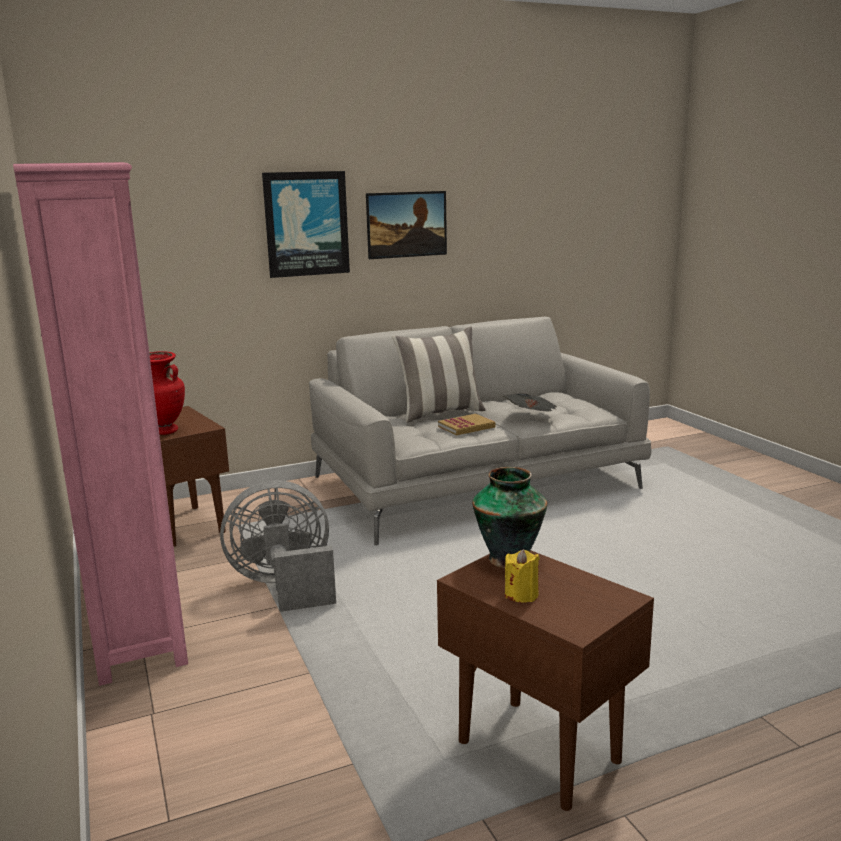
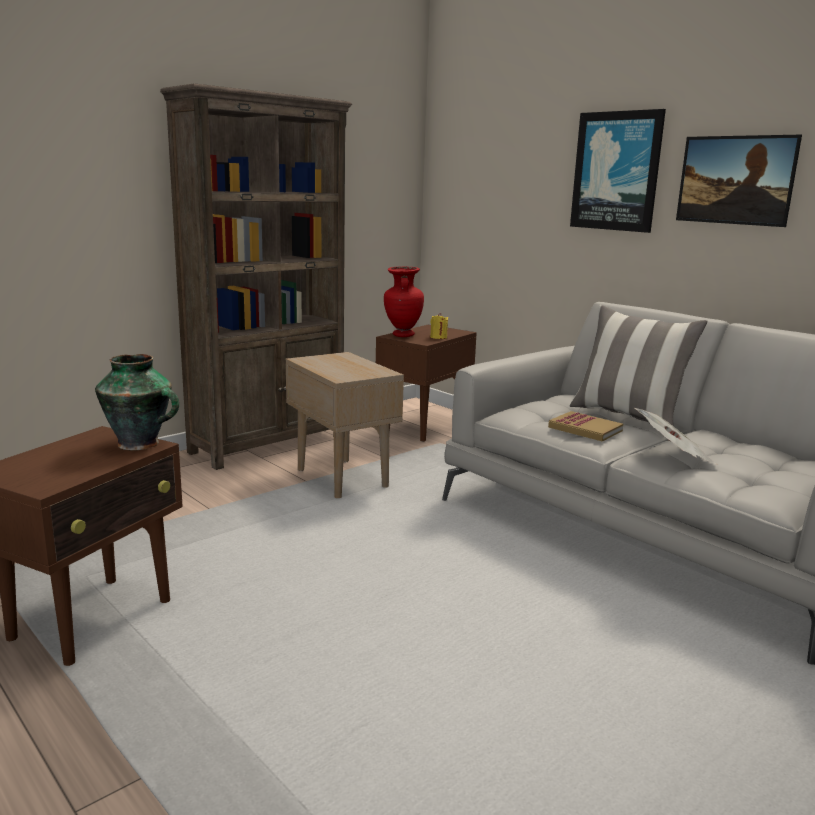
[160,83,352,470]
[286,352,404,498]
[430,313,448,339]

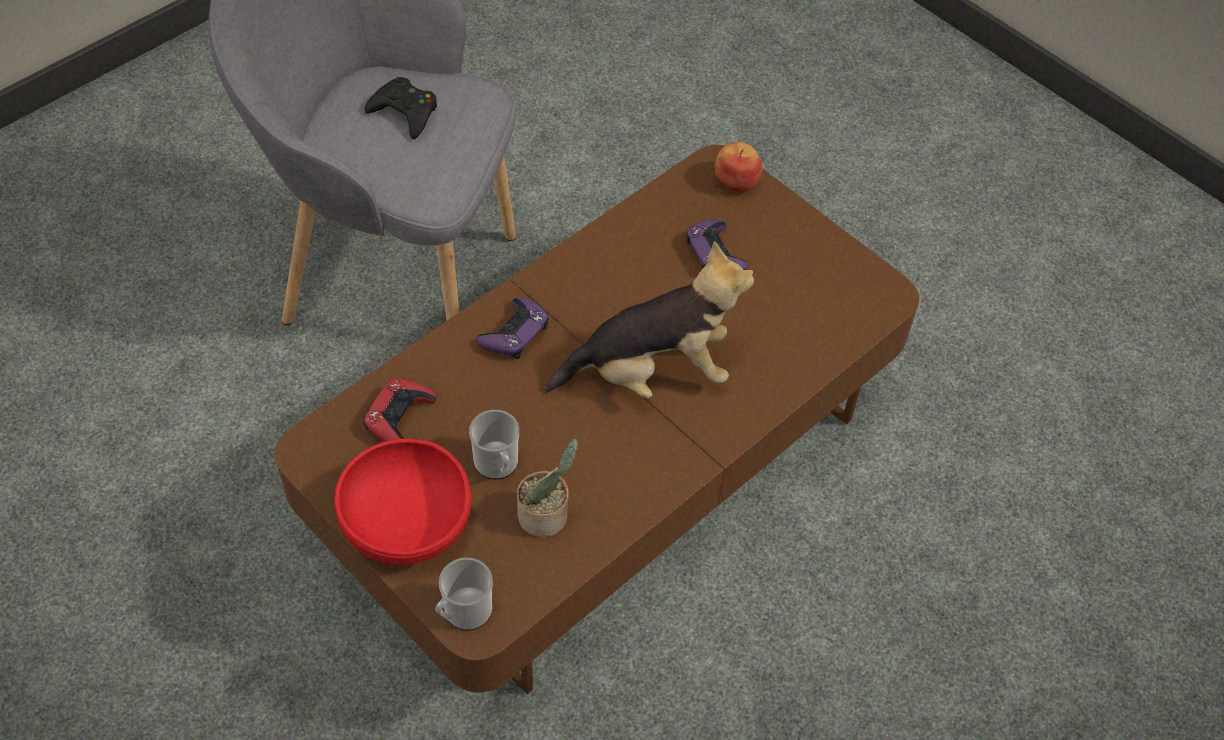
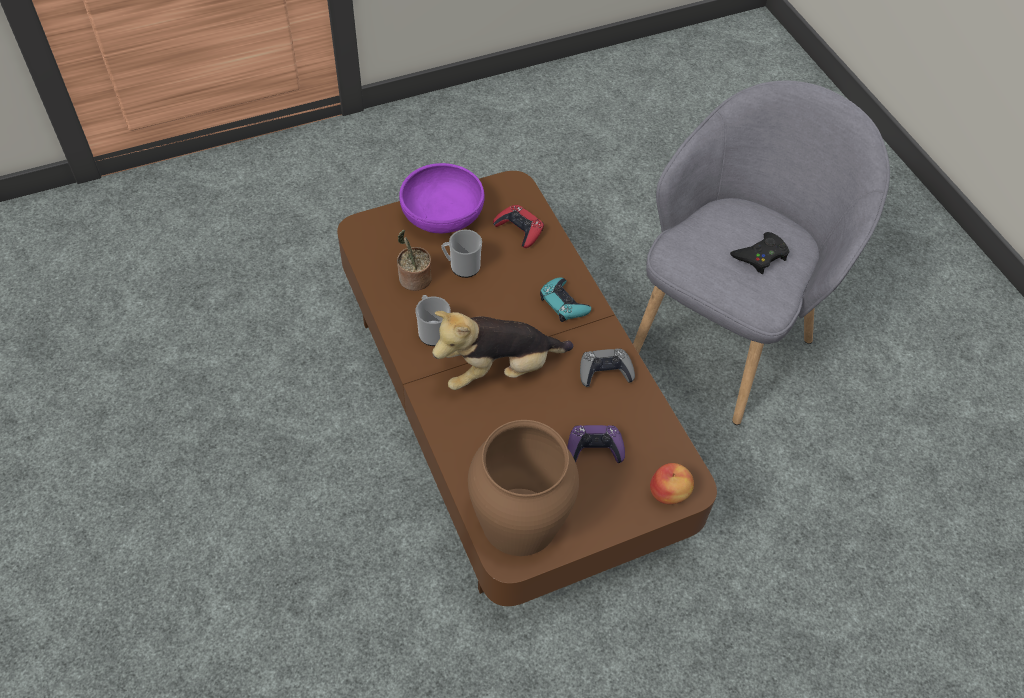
[399,163,485,233]
[416,295,450,346]
[540,277,591,322]
[432,311,573,390]
[468,420,579,556]
[580,349,635,387]

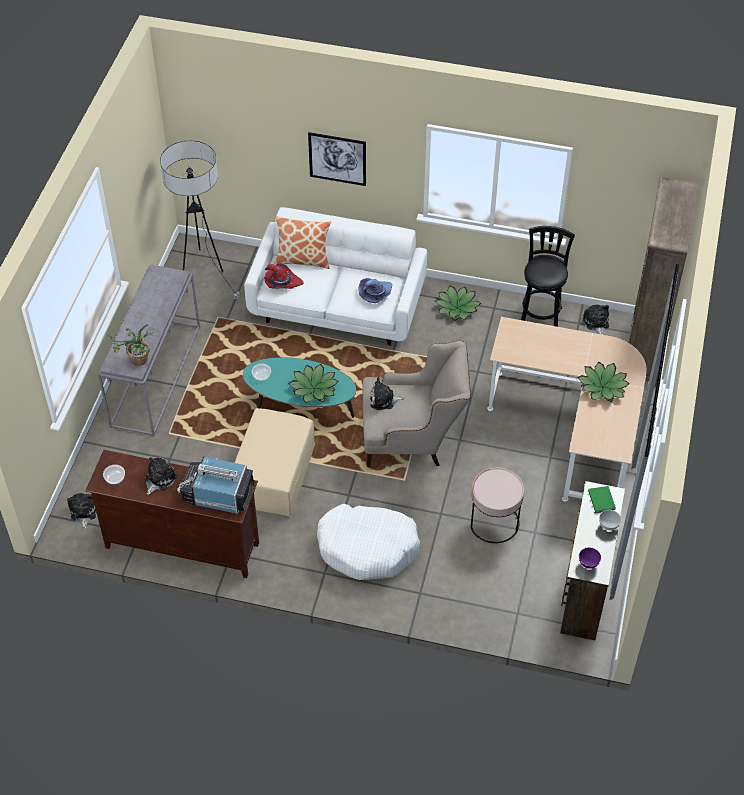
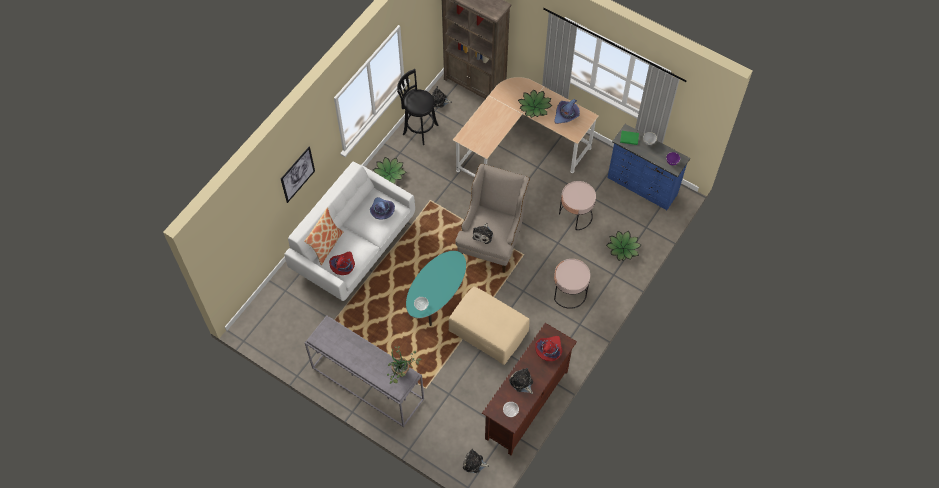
[160,141,241,299] (first image)
[535,336,562,361]
[606,231,641,261]
[554,259,590,309]
[607,124,690,210]
[554,99,580,124]

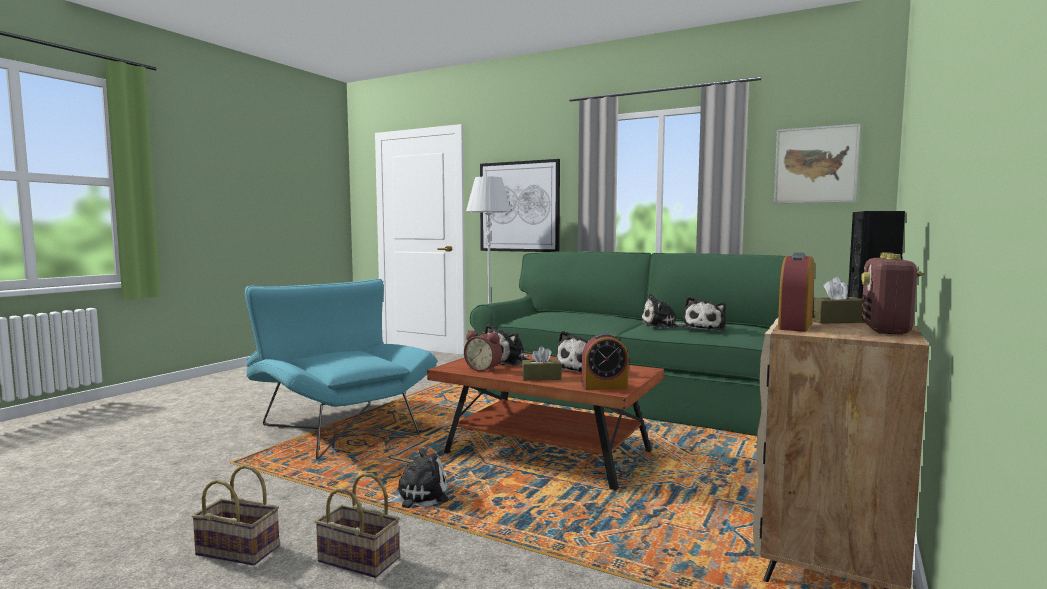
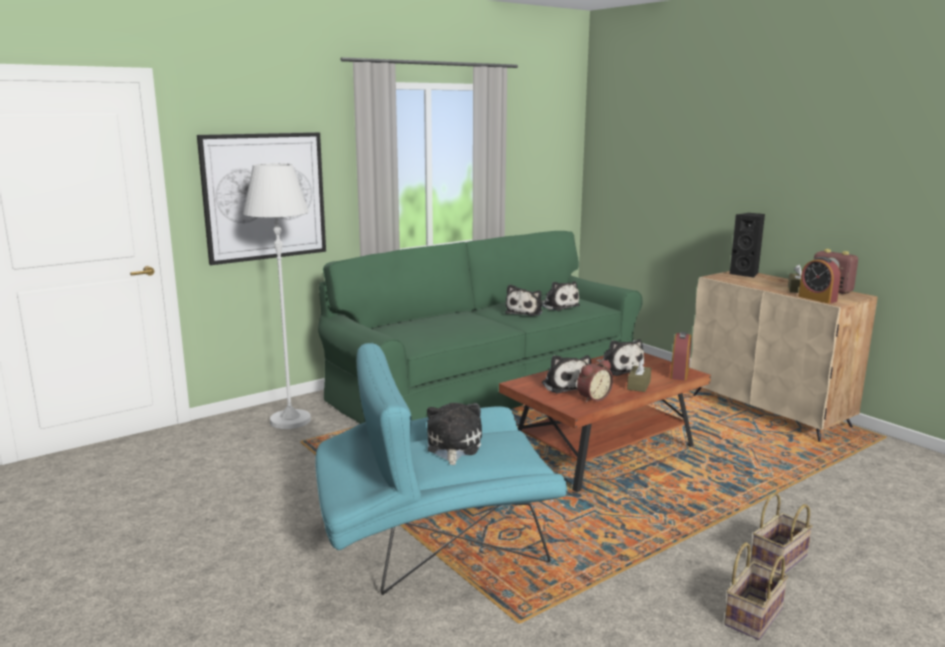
[427,403,482,465]
[774,124,860,203] (first image)

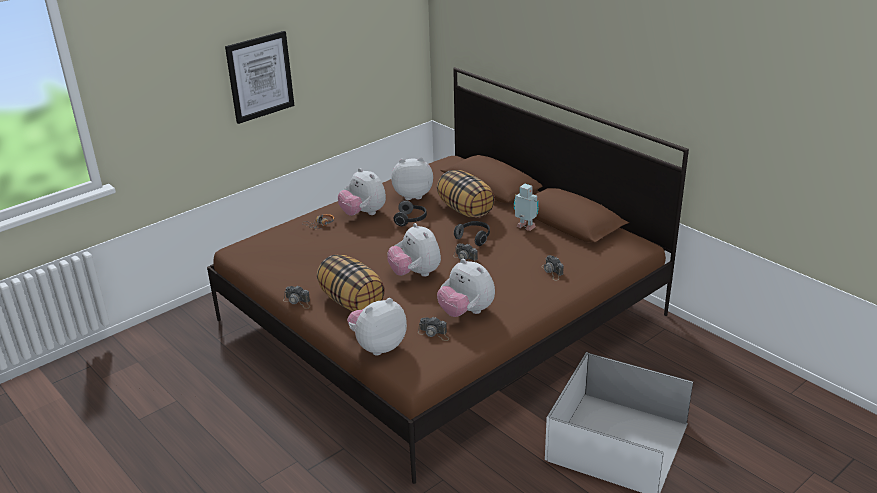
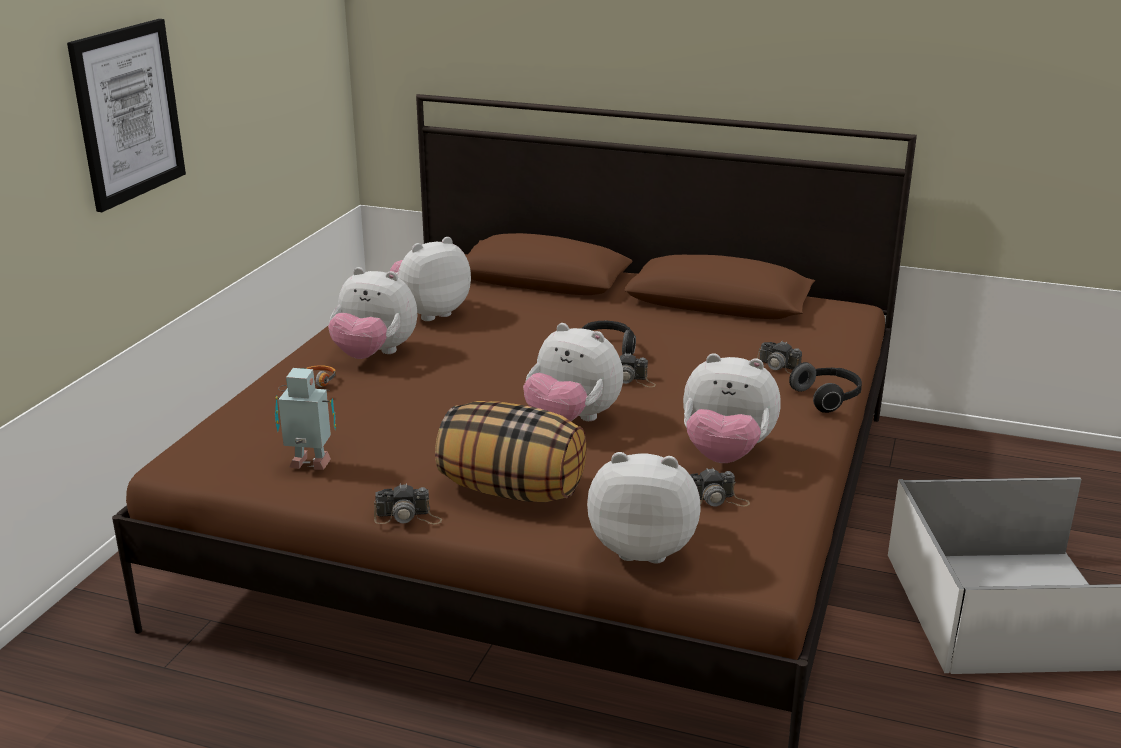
[587,452,701,563]
[789,362,862,413]
[437,170,495,218] (first image)
[275,368,336,470]

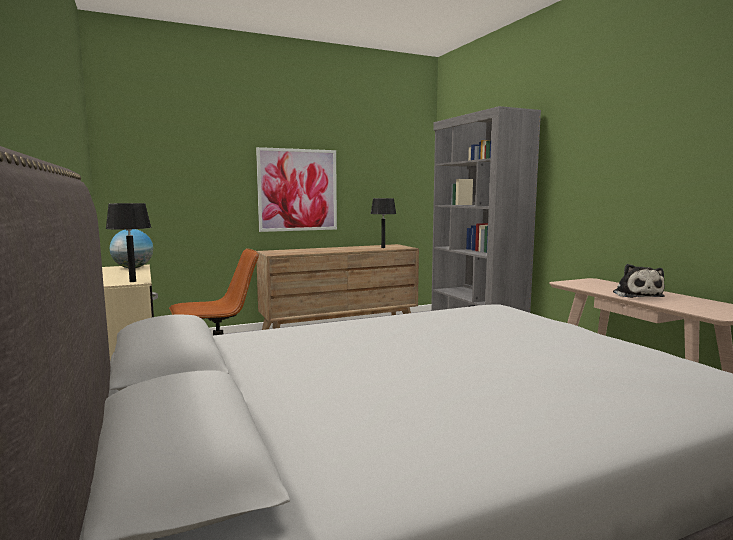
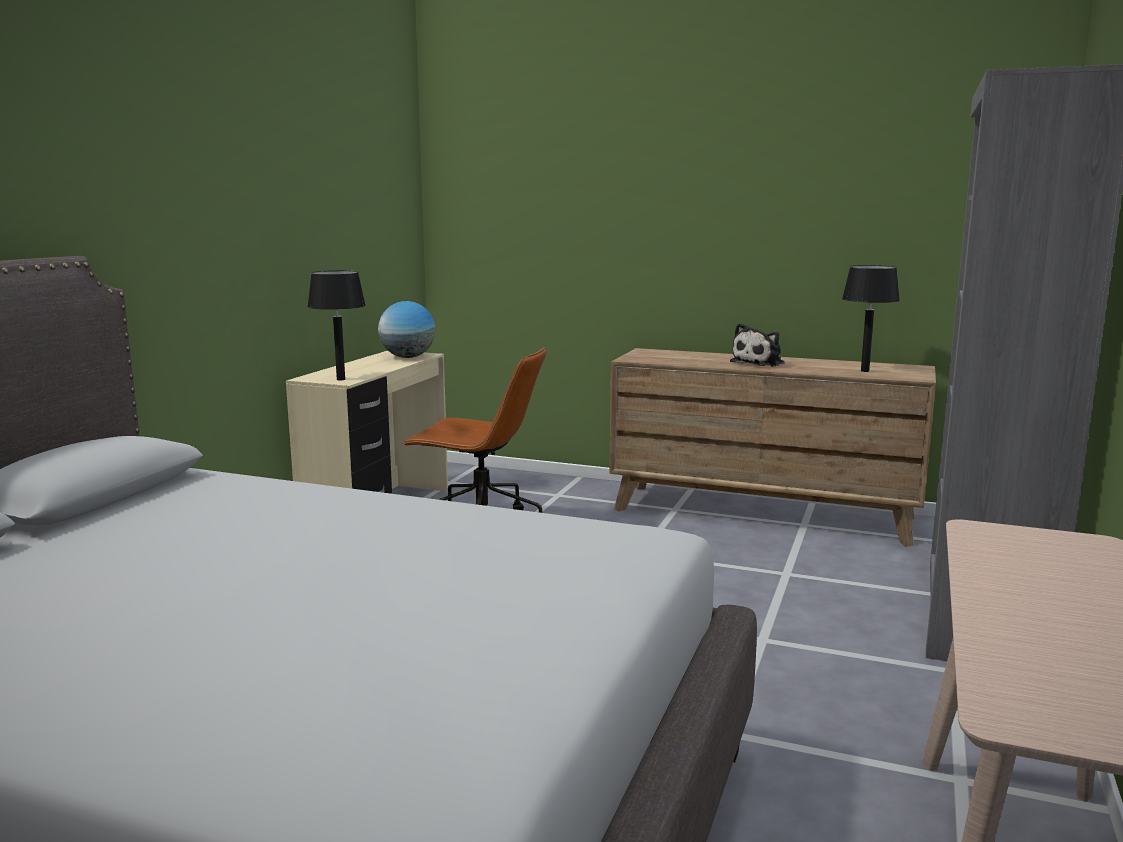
[256,147,337,232] (first image)
[730,323,785,367]

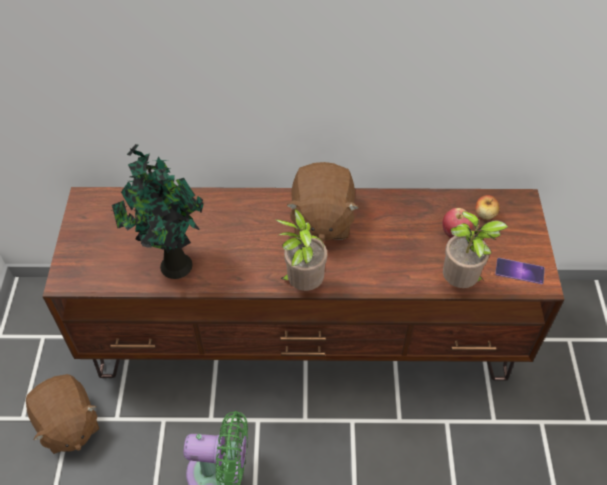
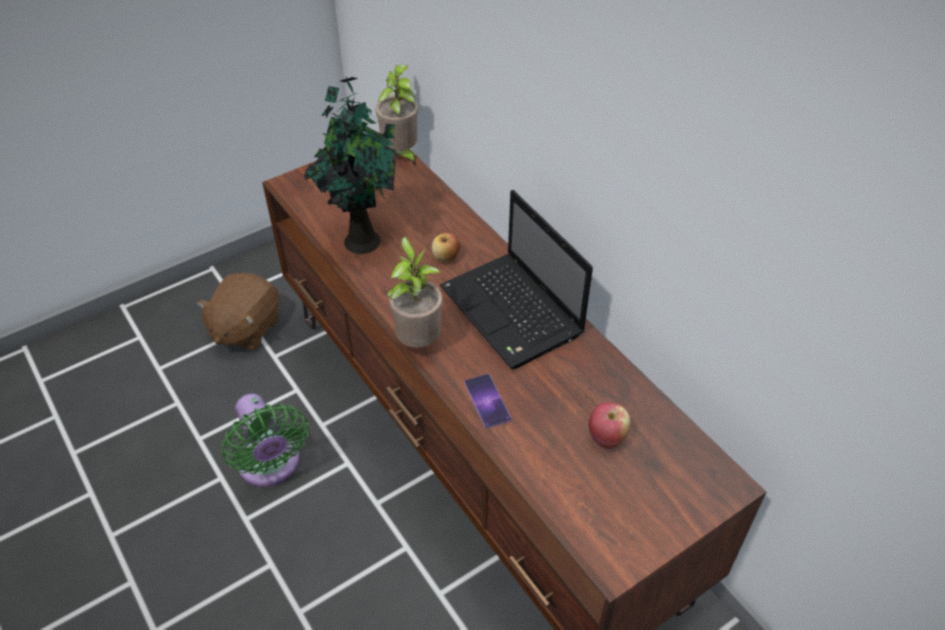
[440,190,593,369]
[375,65,419,166]
[432,233,460,262]
[464,374,512,429]

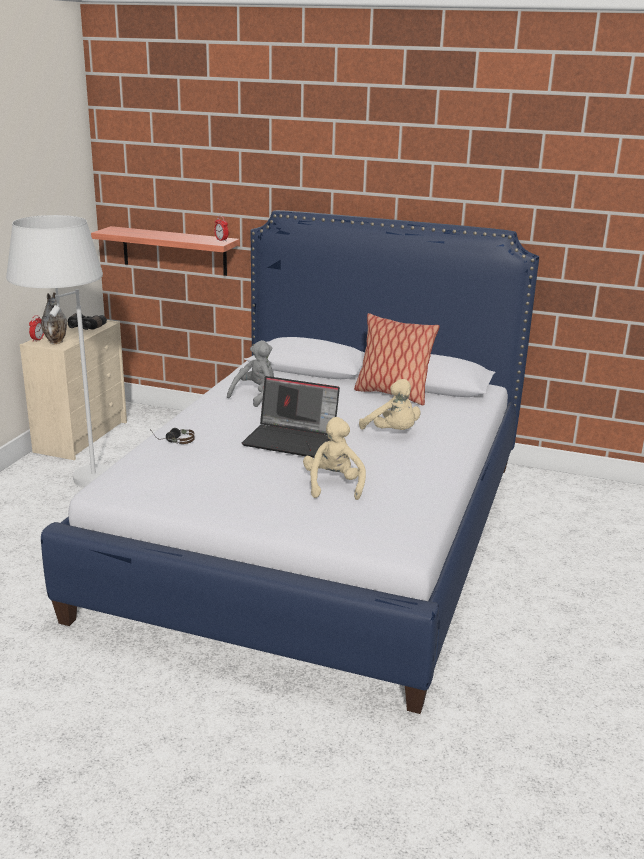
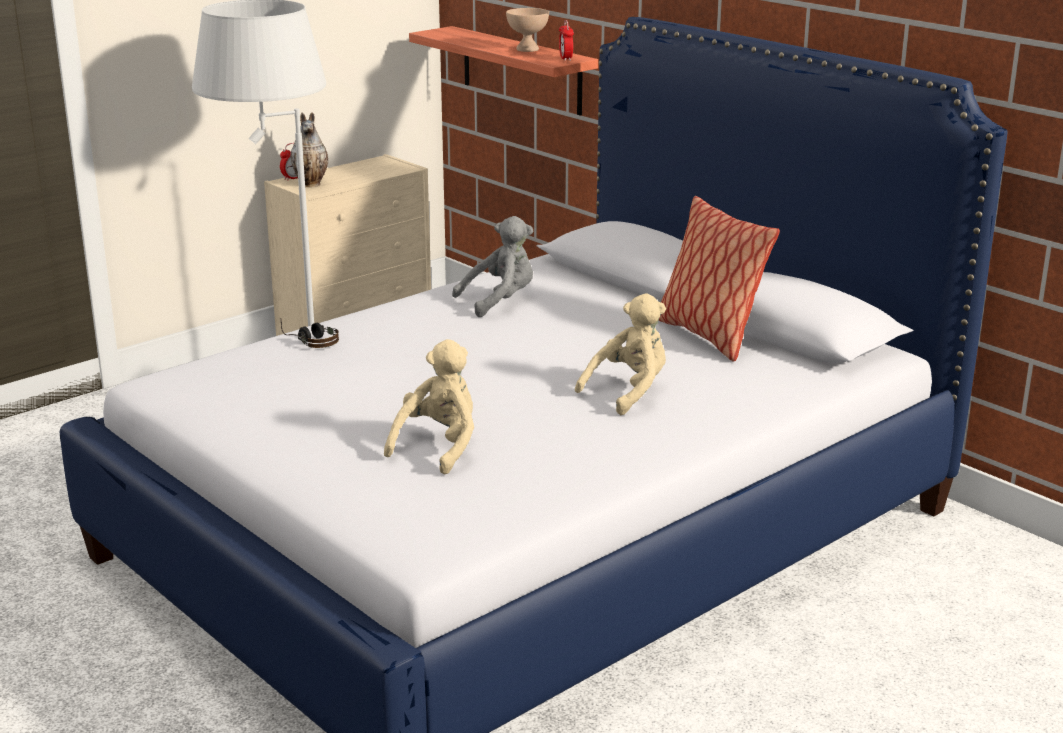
[68,313,107,330] (first image)
[242,376,340,458] (first image)
[575,293,666,415]
[506,8,549,52]

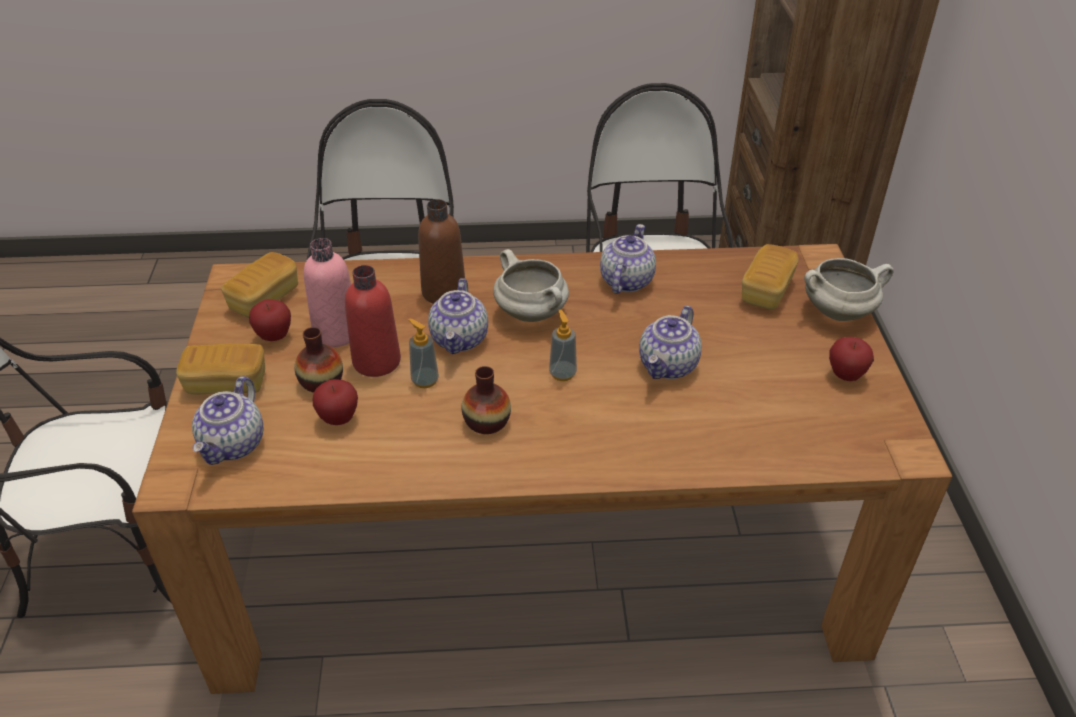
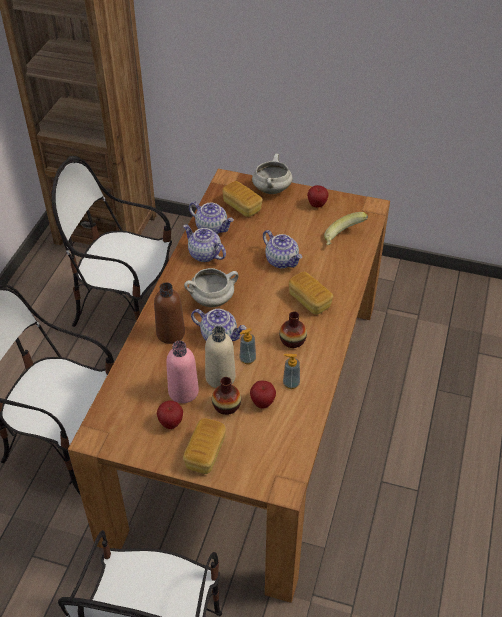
[189,201,234,234]
[289,272,333,315]
[205,326,236,388]
[283,354,300,389]
[324,212,368,245]

